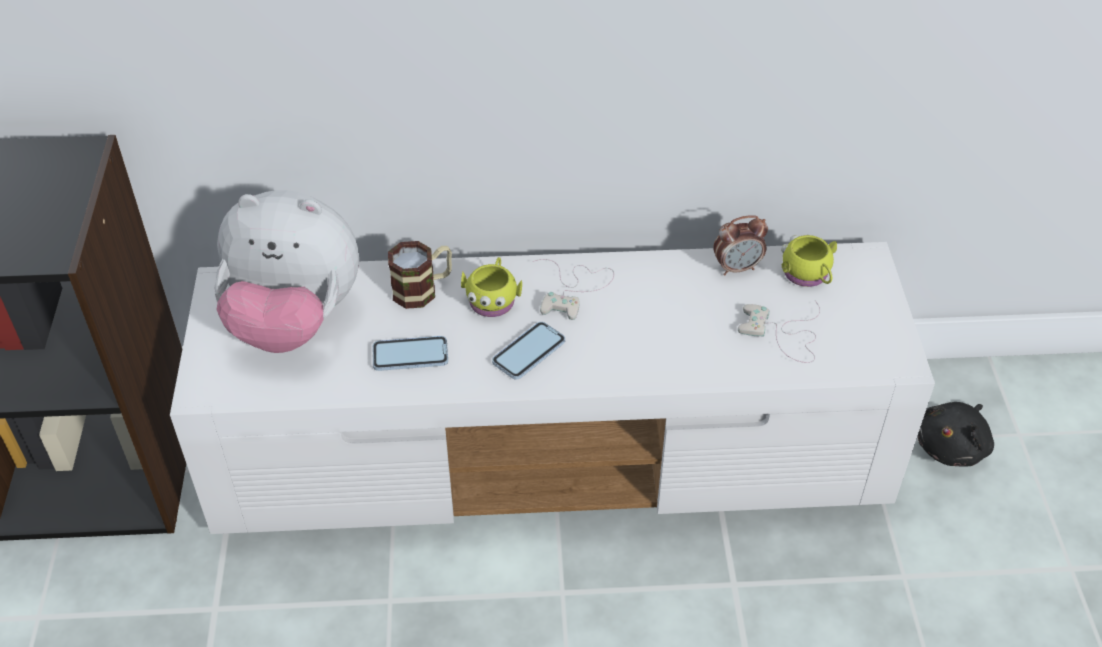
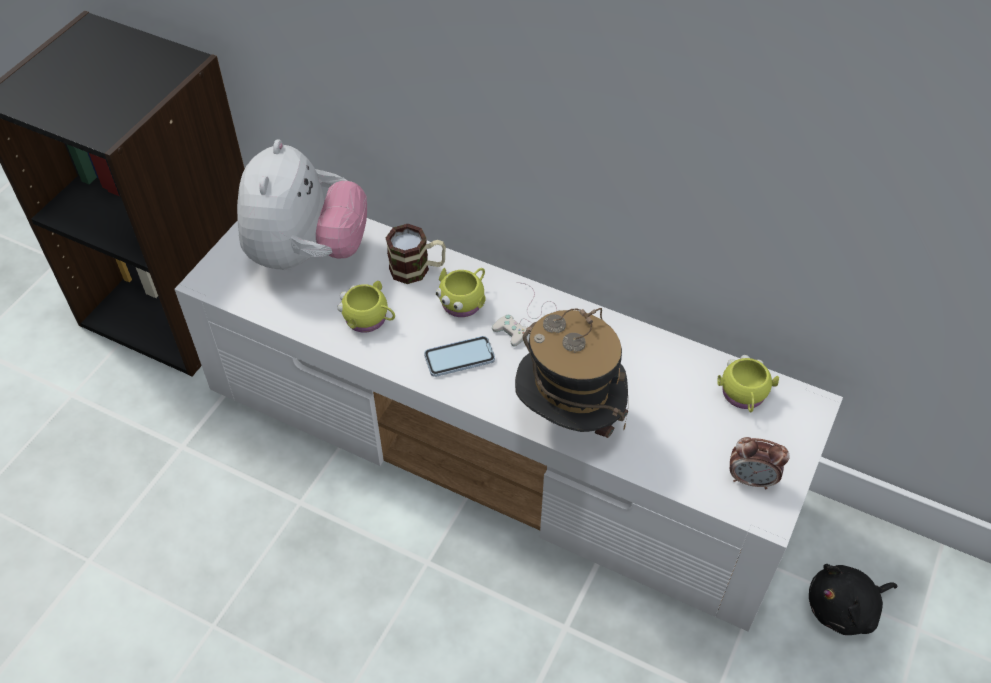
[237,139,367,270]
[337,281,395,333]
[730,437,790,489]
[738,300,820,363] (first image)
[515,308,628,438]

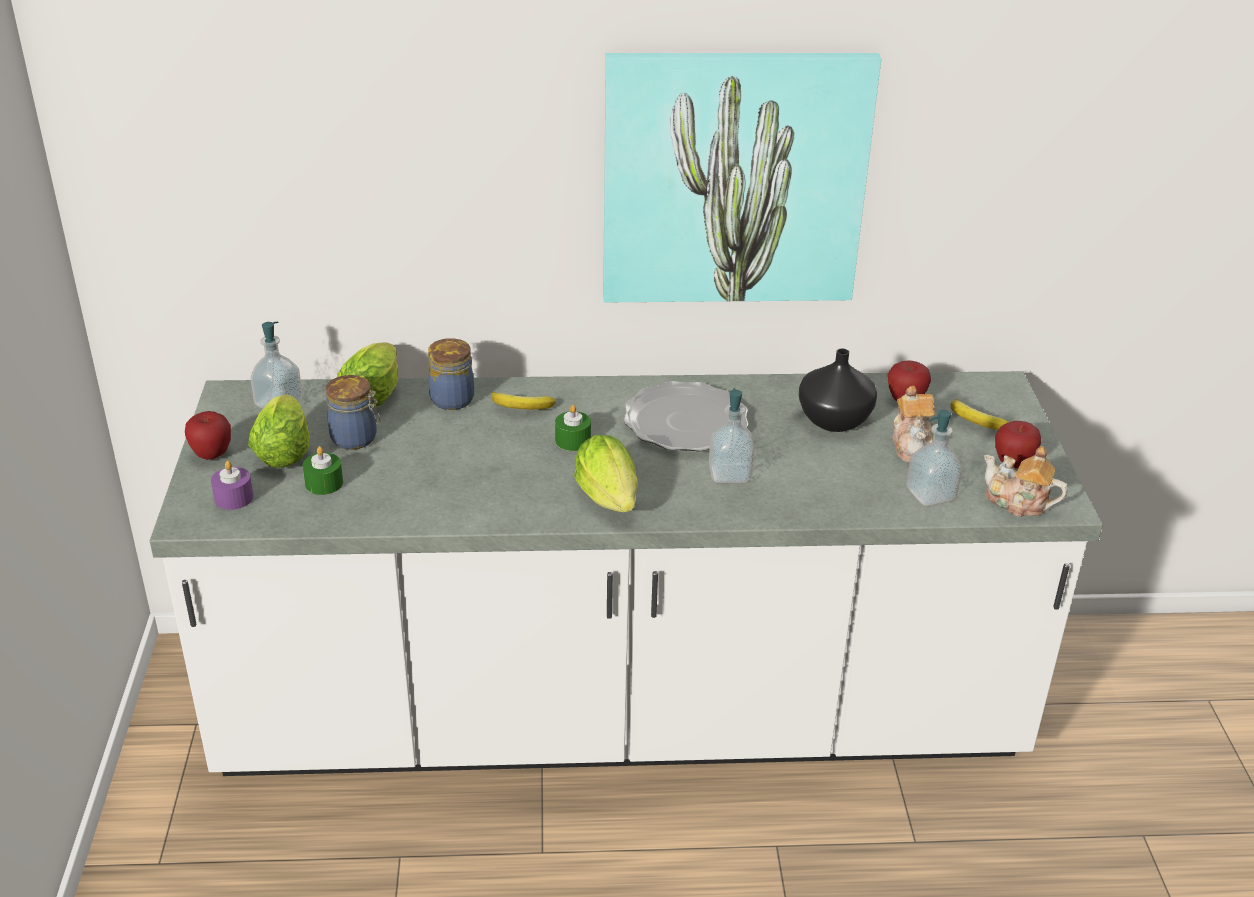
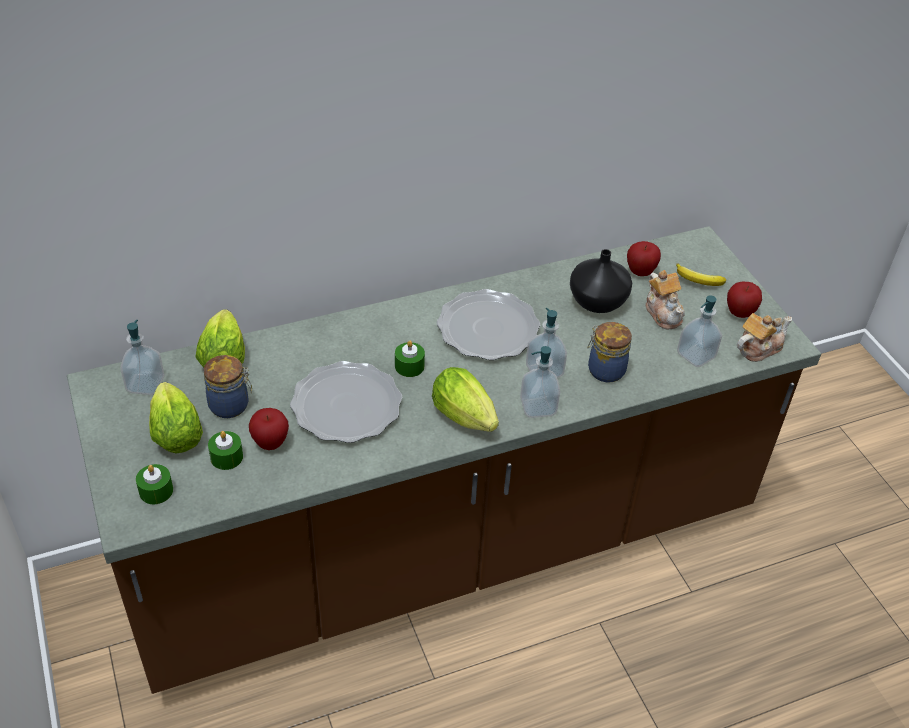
[67,226,821,694]
[249,408,289,450]
[136,464,173,504]
[588,322,632,383]
[491,392,556,410] (first image)
[603,53,881,302] (first image)
[737,313,792,362]
[290,361,402,443]
[520,346,560,418]

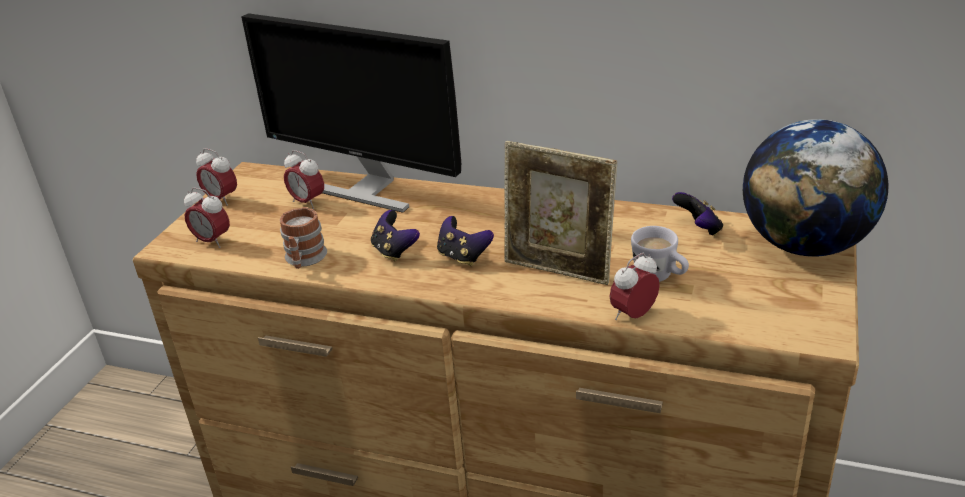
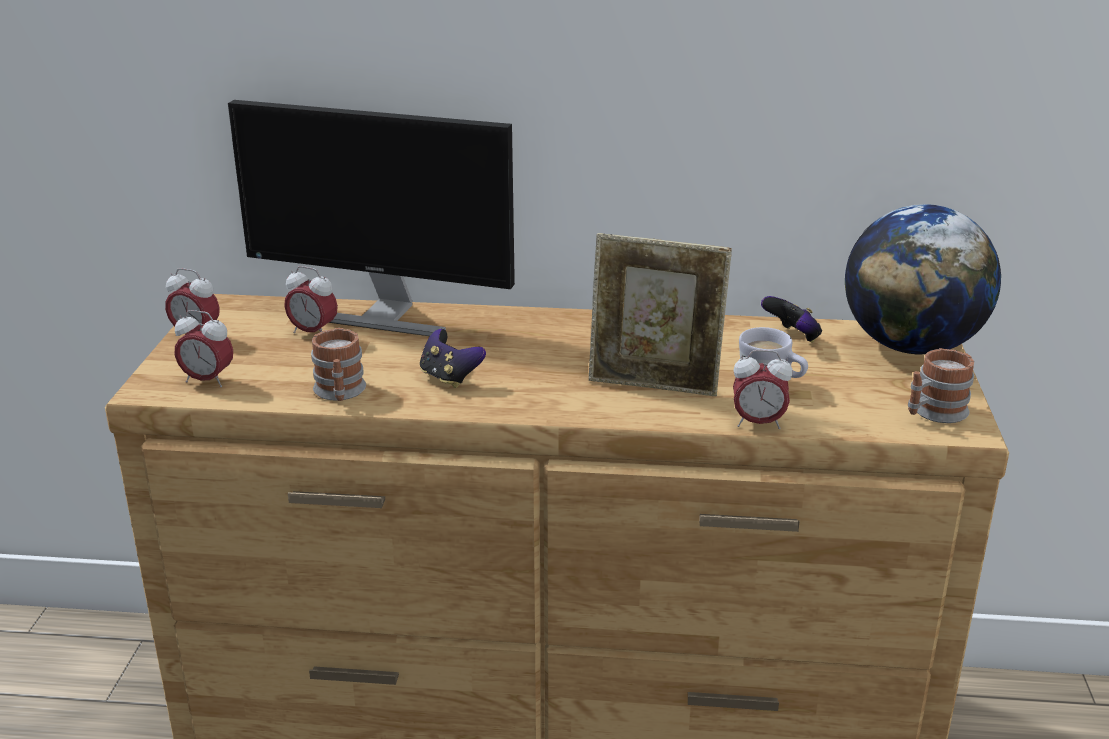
[437,216,494,266] (first image)
[733,350,793,429]
[908,348,974,423]

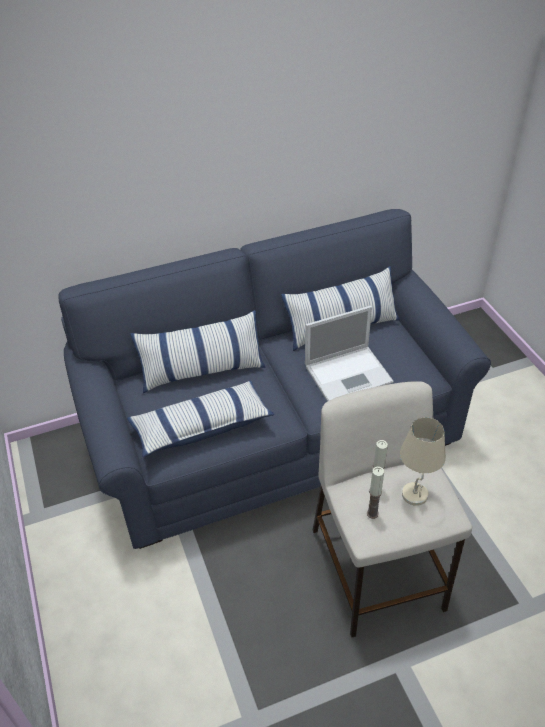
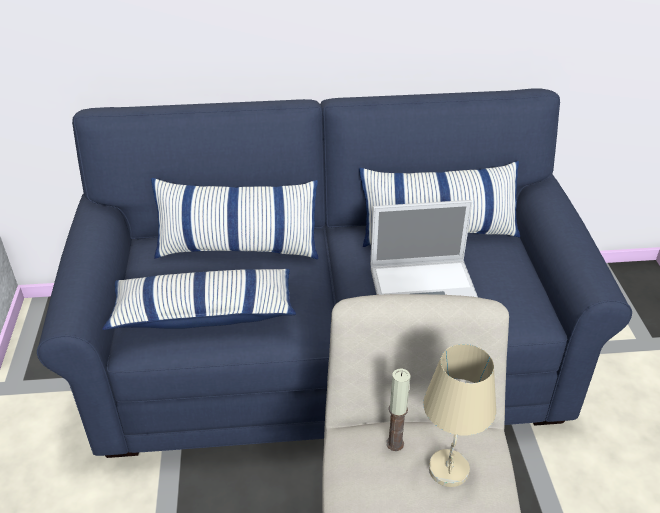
[367,466,384,519] (first image)

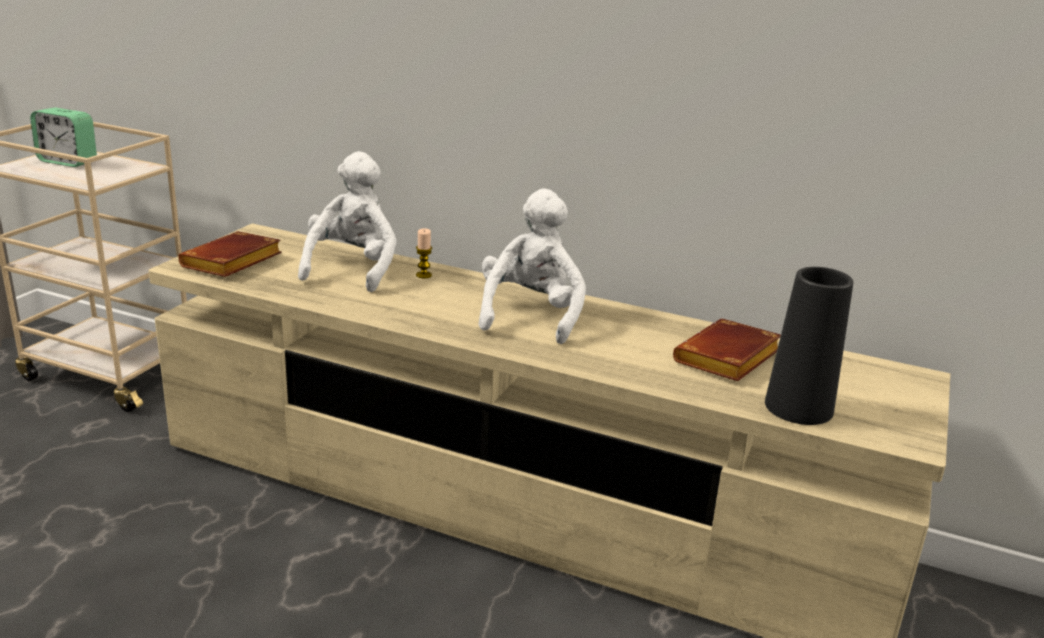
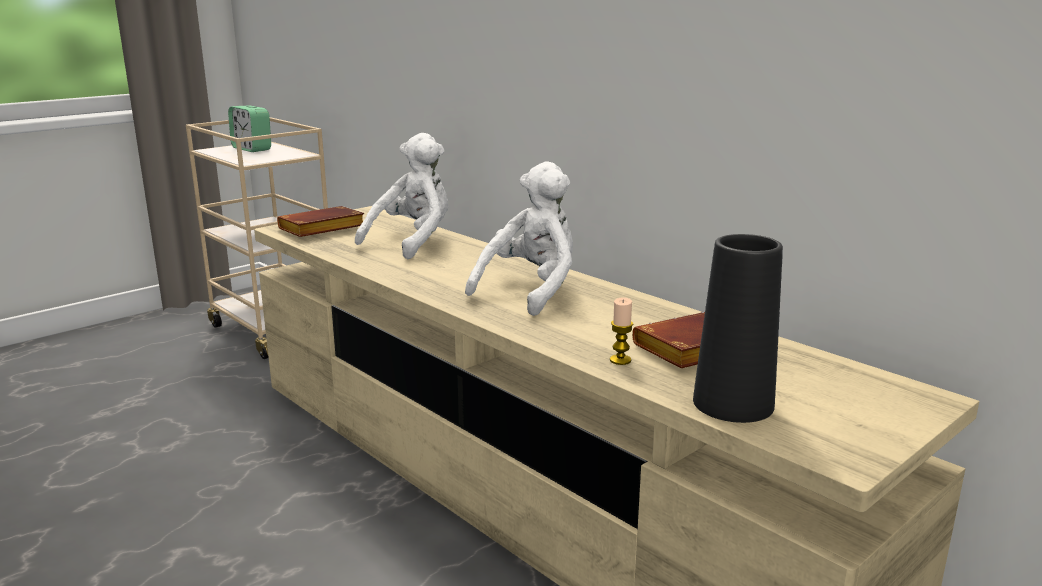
[610,297,633,365]

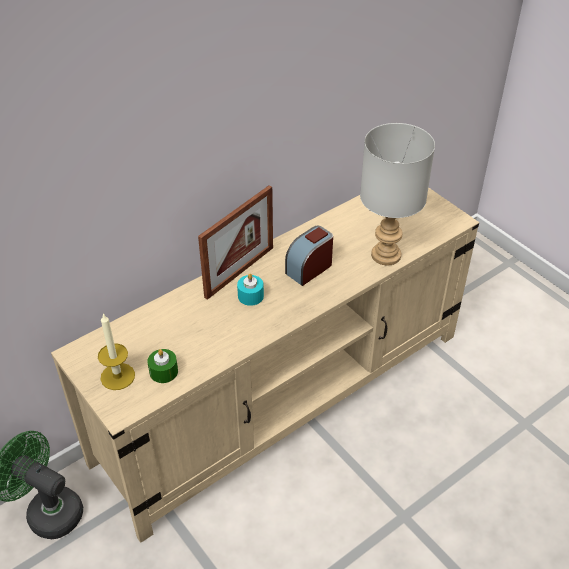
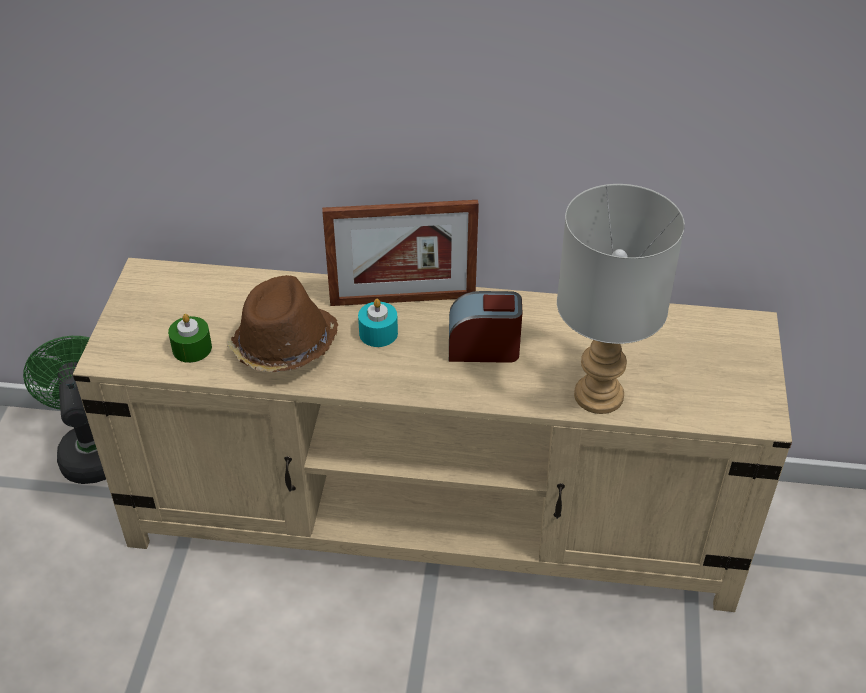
[98,313,135,390] (first image)
[227,275,338,372]

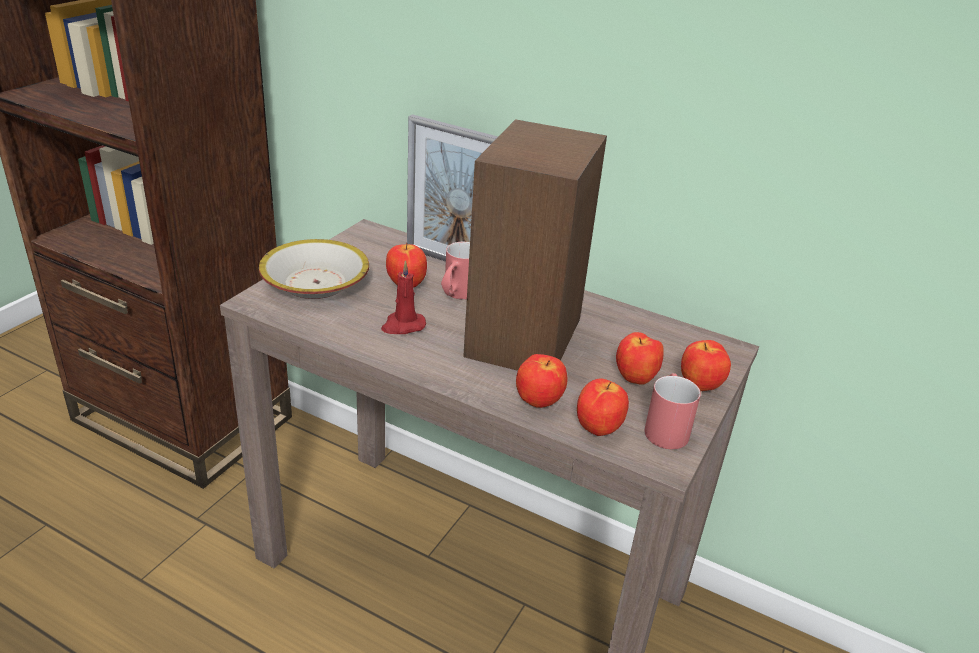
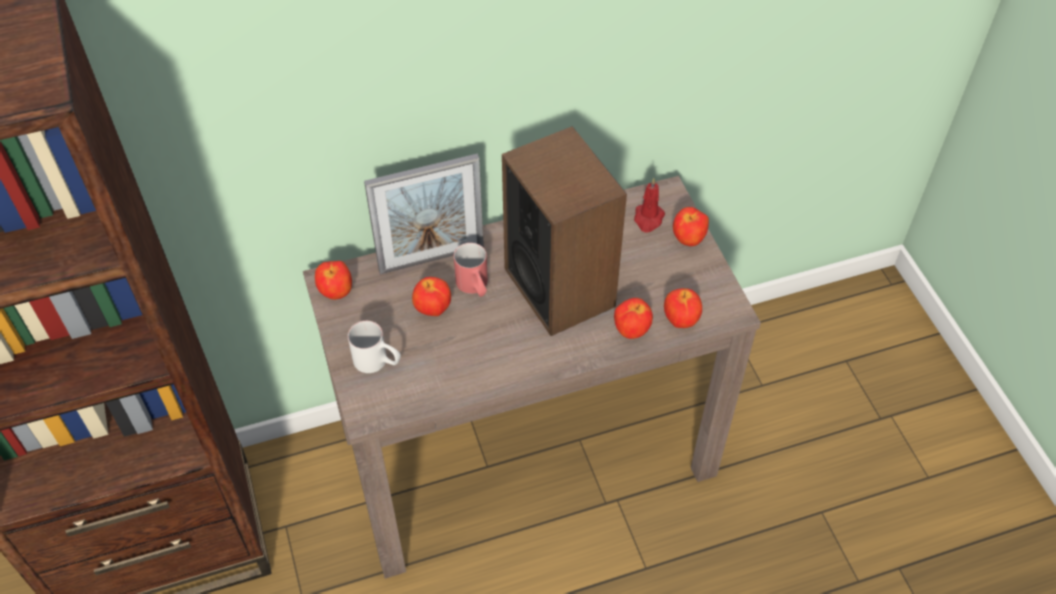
[348,321,401,373]
[634,178,665,232]
[315,261,352,300]
[644,373,701,449] (first image)

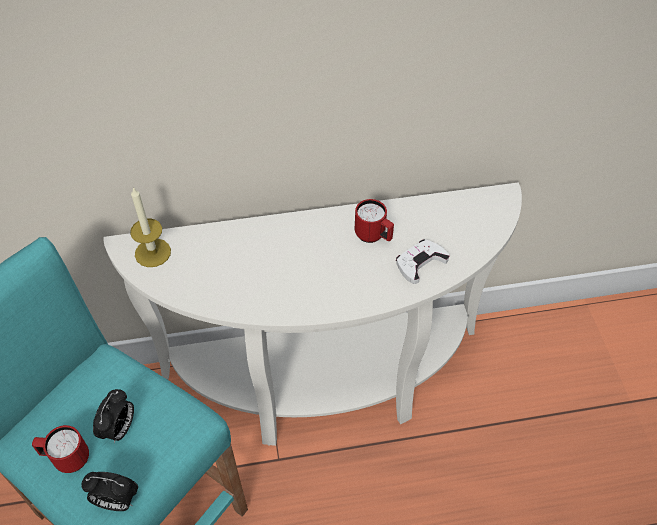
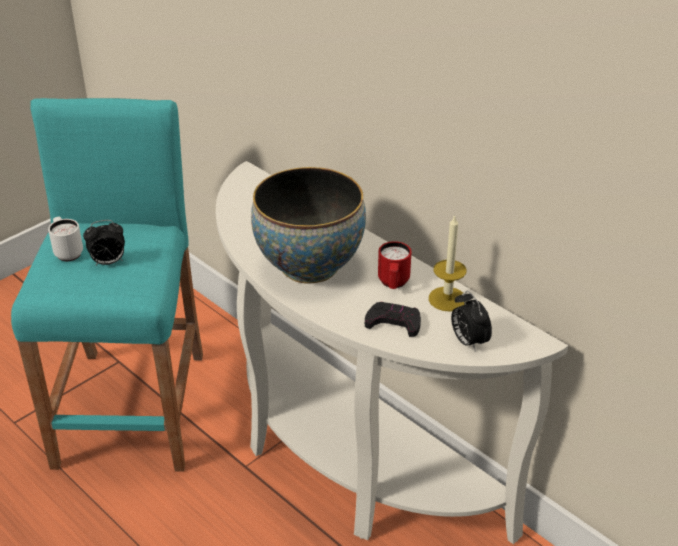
[48,217,83,261]
[451,291,492,352]
[429,214,466,312]
[365,302,421,337]
[251,167,366,284]

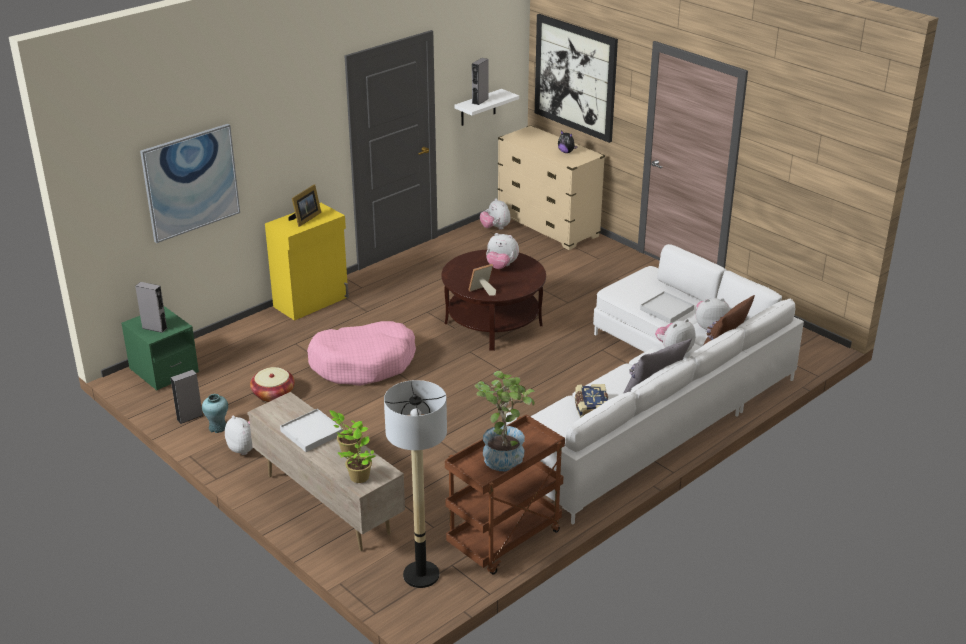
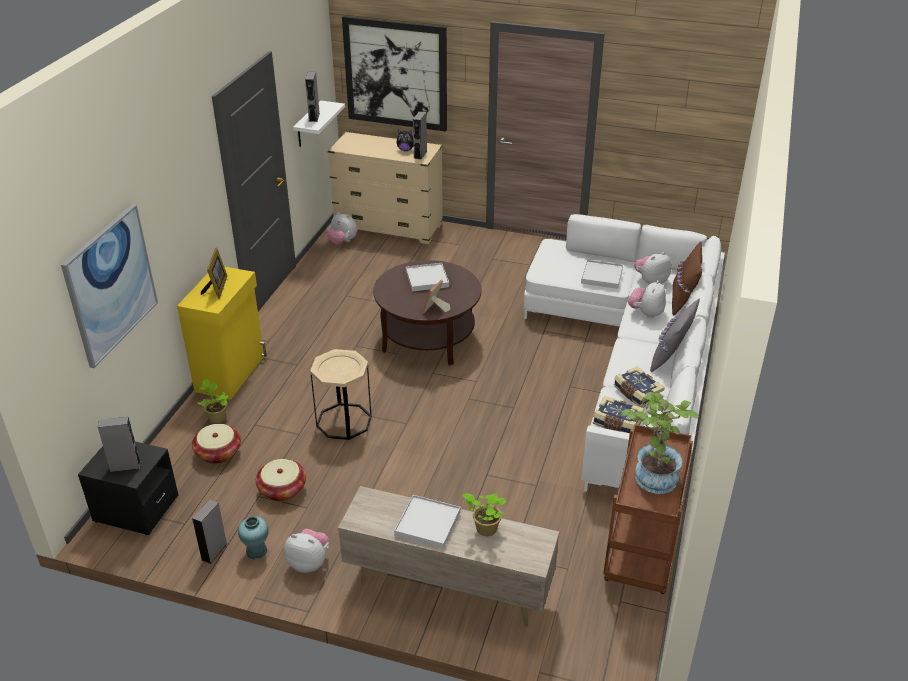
[78,442,178,535]
[310,349,372,440]
[197,379,229,423]
[384,380,447,588] (first image)
[406,263,449,291]
[192,424,241,464]
[413,111,427,159]
[593,396,644,433]

